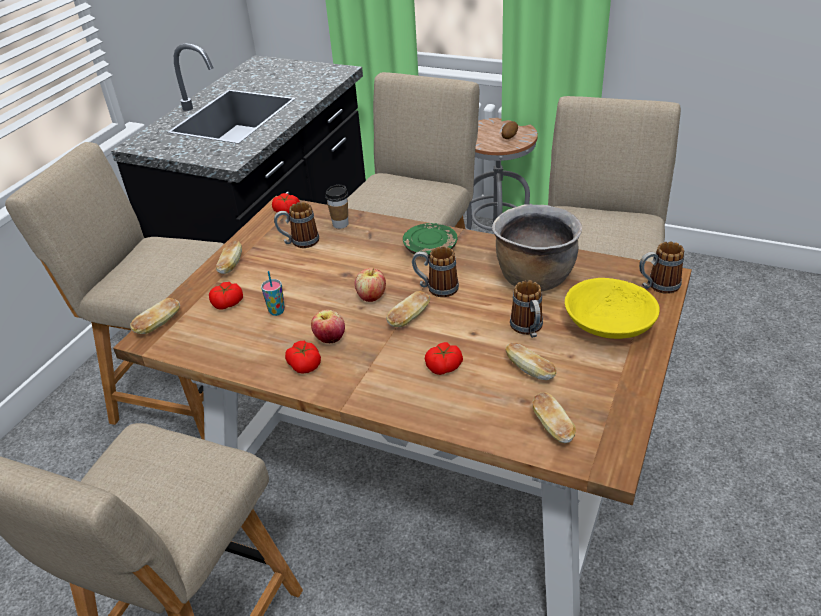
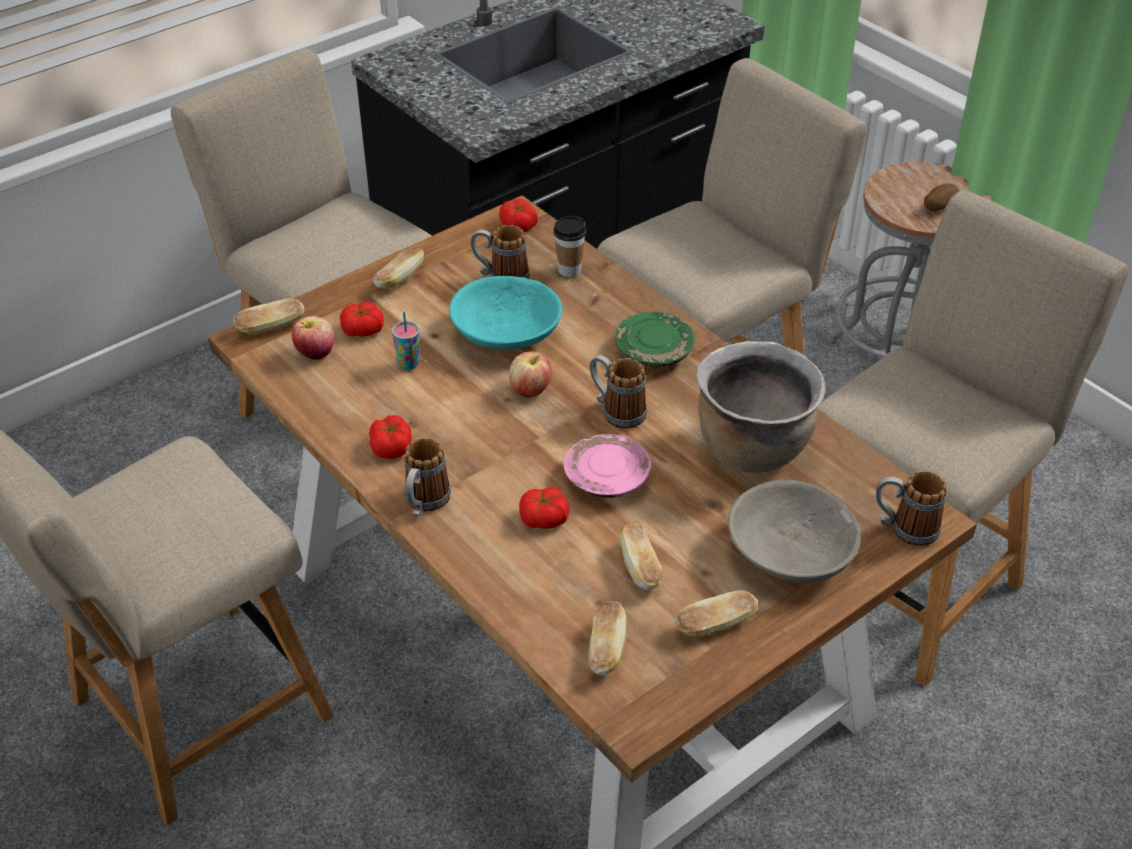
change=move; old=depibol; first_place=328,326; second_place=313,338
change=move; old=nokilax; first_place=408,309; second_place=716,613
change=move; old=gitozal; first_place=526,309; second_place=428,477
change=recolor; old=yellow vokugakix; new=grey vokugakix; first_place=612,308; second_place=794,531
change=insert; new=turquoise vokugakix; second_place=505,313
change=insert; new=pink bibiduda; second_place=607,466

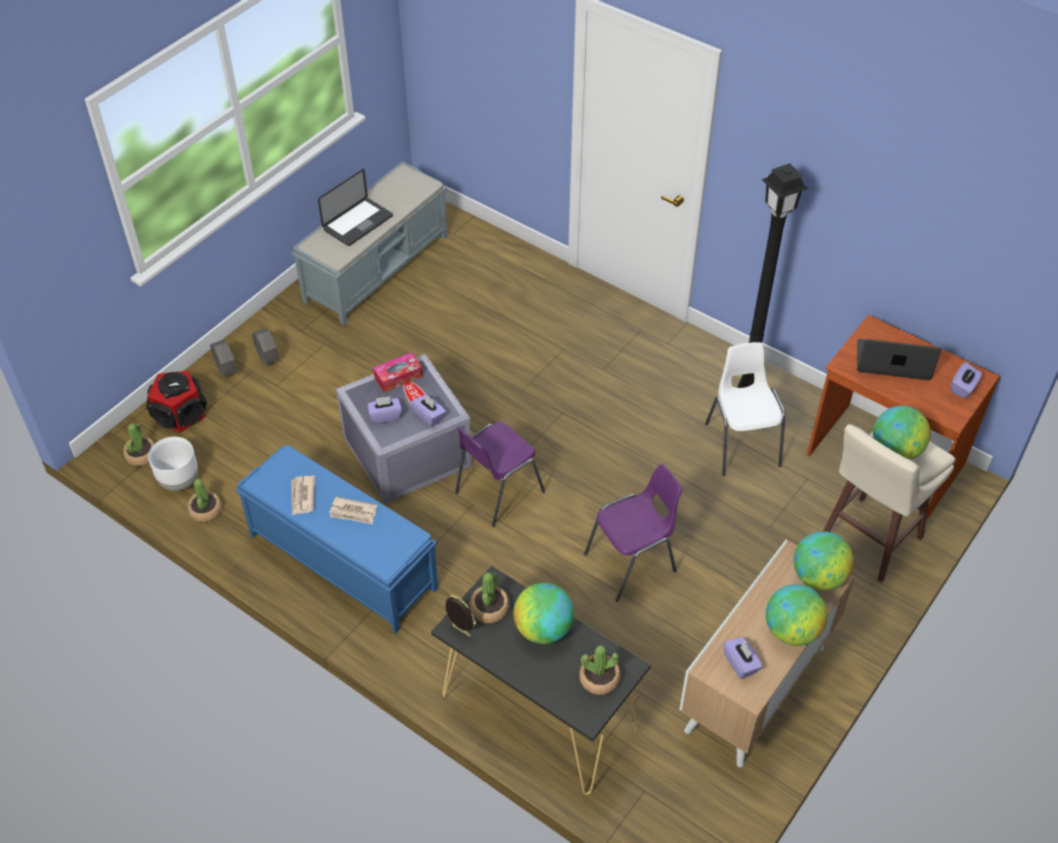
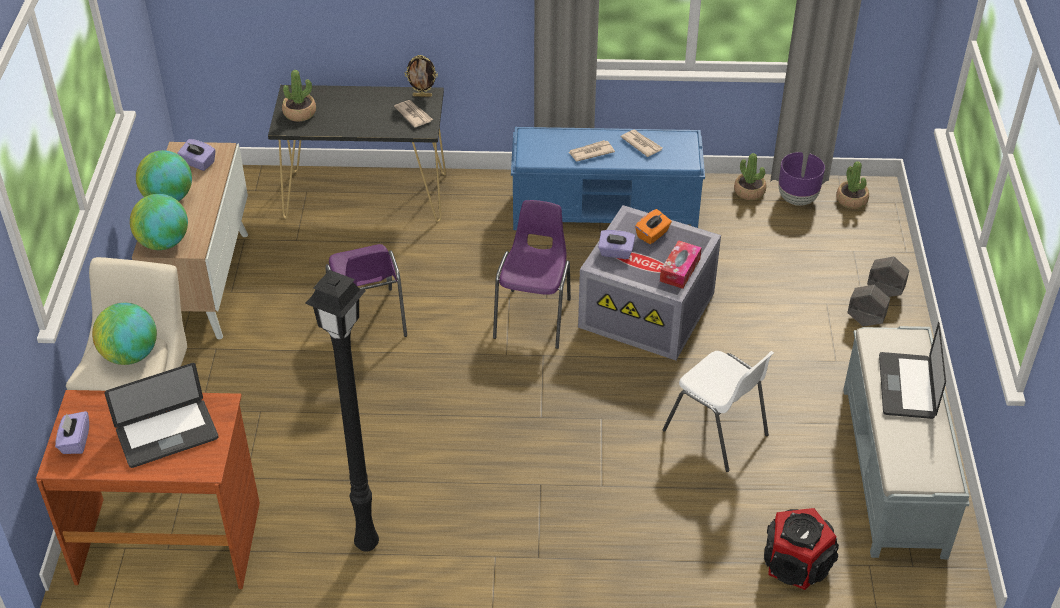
change=move; old=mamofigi; first_place=176,401; second_place=801,549
change=recolor; old=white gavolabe; new=purple gavolabe; first_place=173,464; second_place=801,179
change=recolor; old=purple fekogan; new=orange fekogan; first_place=384,410; second_place=653,226
change=replace; old=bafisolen; new=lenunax; first_place=489,597; second_place=413,113
change=delete; old=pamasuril; first_place=543,613
change=rotate; old=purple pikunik; first_place=633,533; second_place=366,290; degrees=-45
change=move; old=white pikunik; first_place=745,409; second_place=718,411

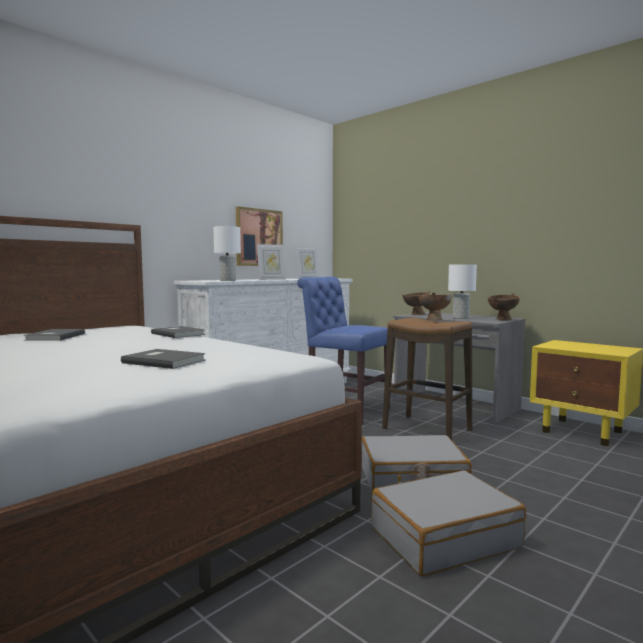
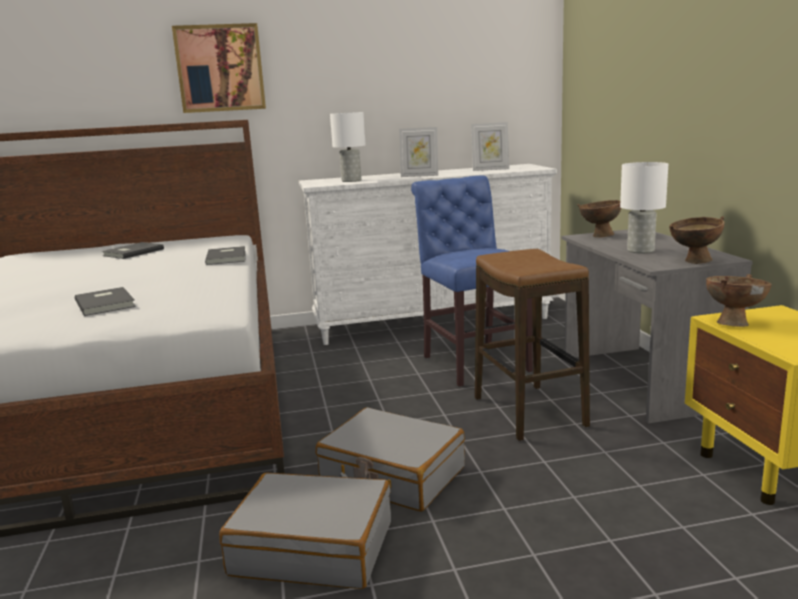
change=move; old=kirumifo; first_place=259,236; second_place=219,68
change=move; old=brown vokugakix; first_place=435,306; second_place=739,300

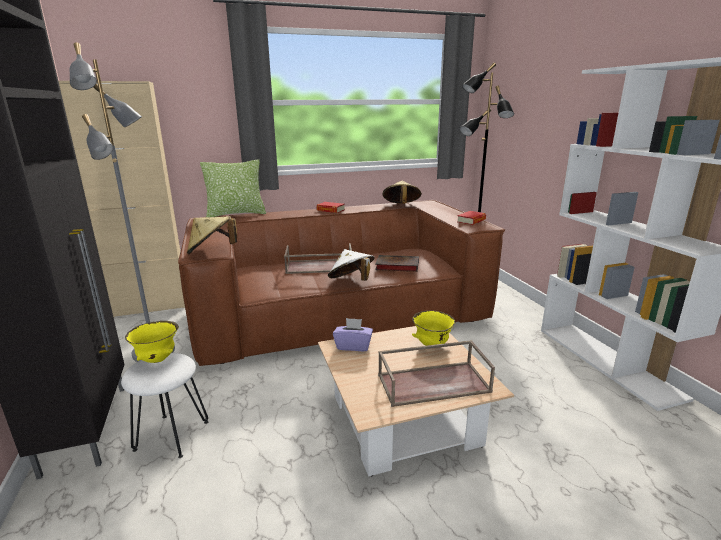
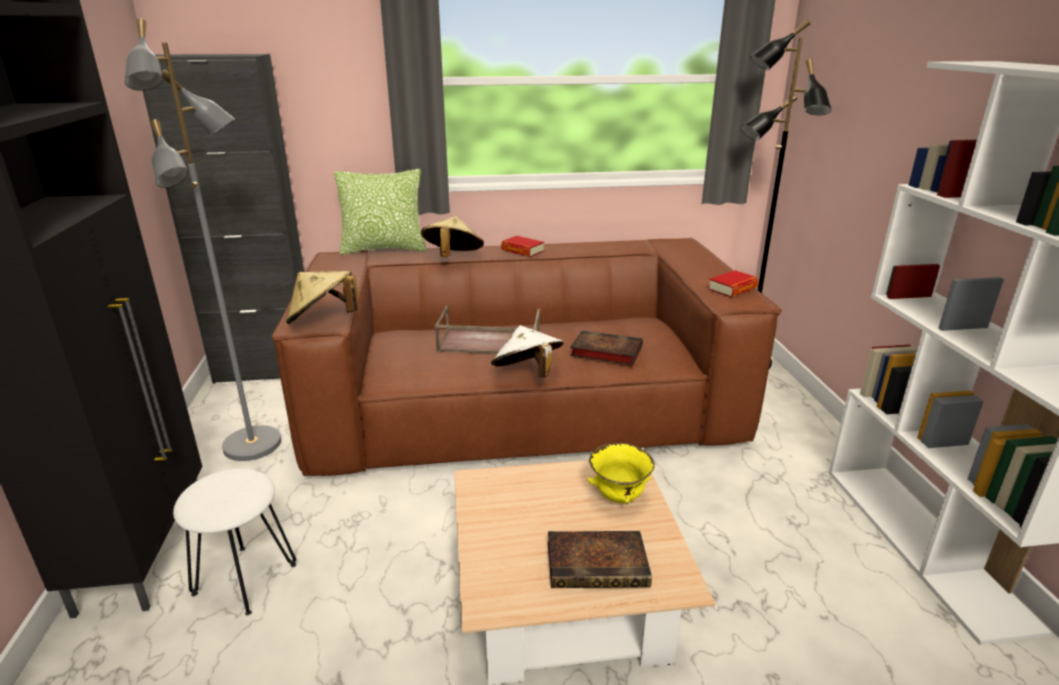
change=recolor; old=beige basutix; new=black basutix; first_place=121,199; second_place=223,219
change=delete; old=yellow vokugakix; first_place=152,342
change=delete; old=purple fekogan; first_place=353,334
change=replace; old=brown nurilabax; new=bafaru; first_place=436,373; second_place=600,559
change=move; old=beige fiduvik; first_place=402,192; second_place=452,236

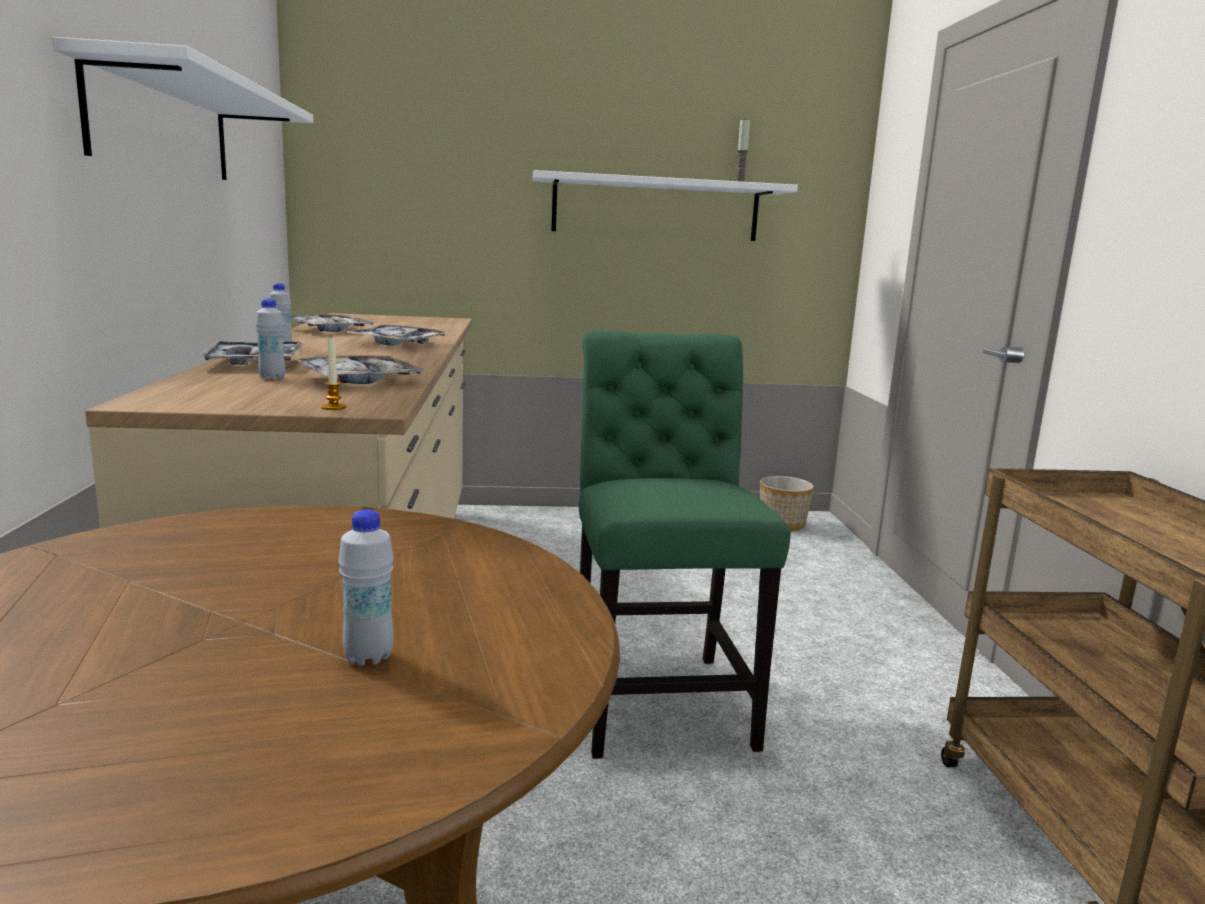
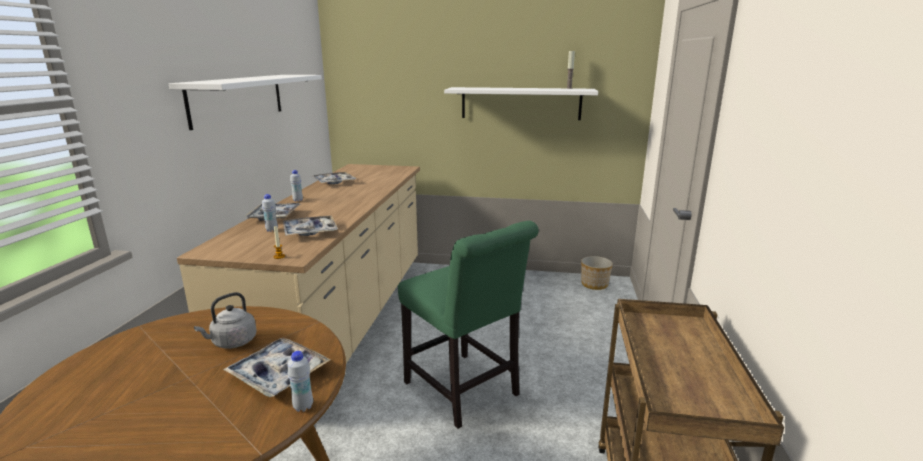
change=move; old=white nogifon; first_place=366,588; second_place=300,381
change=move; old=nurilabax; first_place=396,335; second_place=277,367
change=rotate; old=green pikunik; first_place=685,544; second_place=468,325; degrees=135
change=insert; new=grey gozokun; second_place=225,320

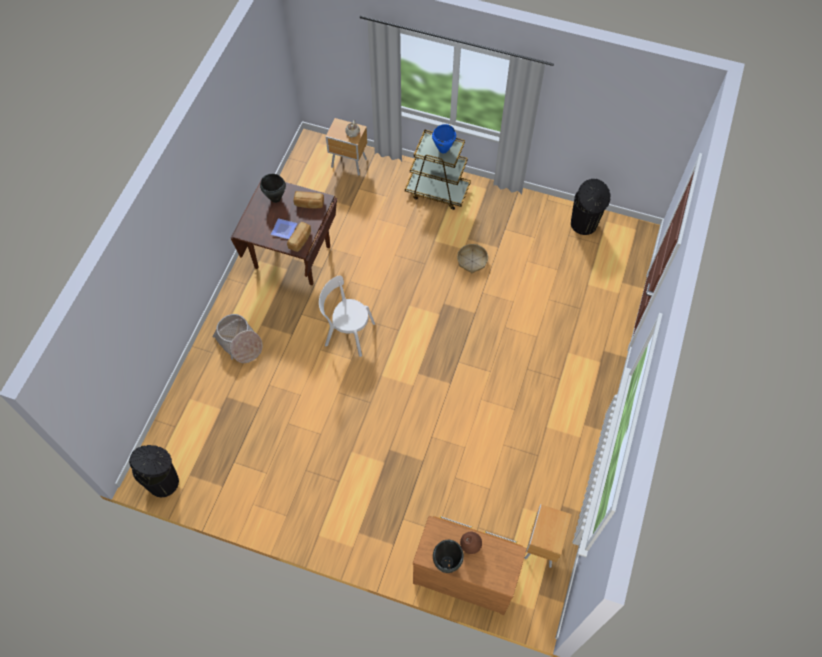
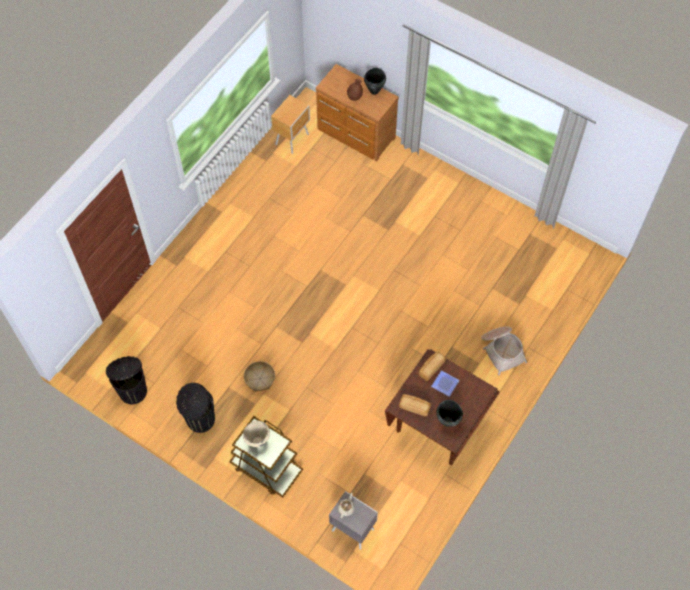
change=move; old=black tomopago; first_place=154,471; second_place=195,408
change=delete; old=white pikunik; first_place=347,316
change=recolor; old=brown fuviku; new=grey fuviku; first_place=346,146; second_place=353,520
change=recolor; old=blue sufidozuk; new=beige sufidozuk; first_place=444,138; second_place=256,434

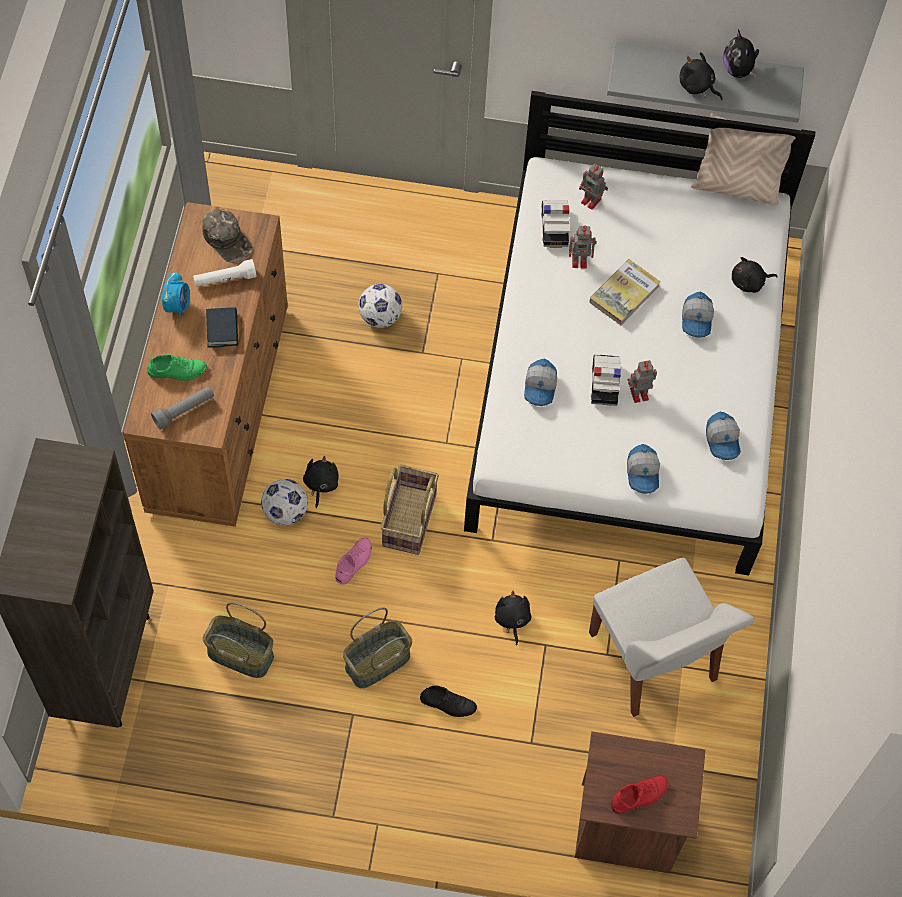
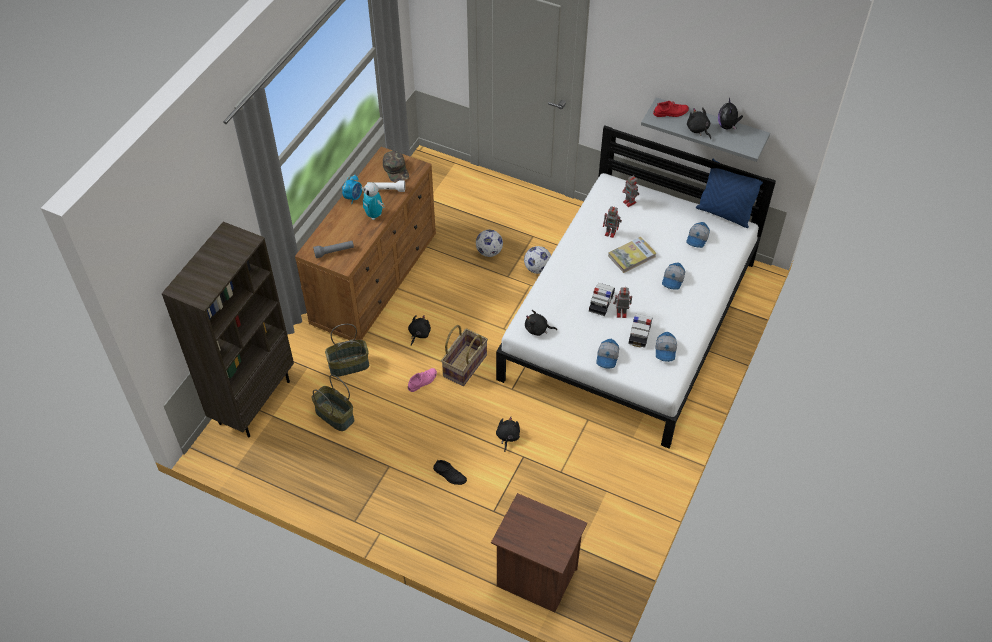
change=delete; old=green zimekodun; first_place=177,367
change=replace; old=bafaru; new=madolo; first_place=222,327; second_place=372,201
change=move; old=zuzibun; first_place=284,502; second_place=537,260
change=move; old=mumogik; first_place=377,648; second_place=347,350
change=move; old=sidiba; first_place=540,382; second_place=698,235
change=move; old=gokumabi; first_place=555,224; second_place=640,331
change=delete; old=white pikunik; first_place=672,637
change=move; old=red zimekodun; first_place=639,794; second_place=671,109
change=recolor; old=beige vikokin; new=blue vikokin; first_place=743,159; second_place=729,193
change=move; old=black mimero; first_place=755,275; second_place=541,323

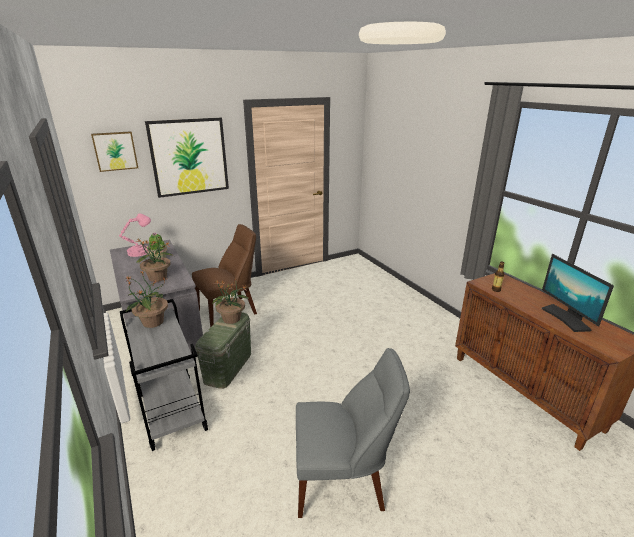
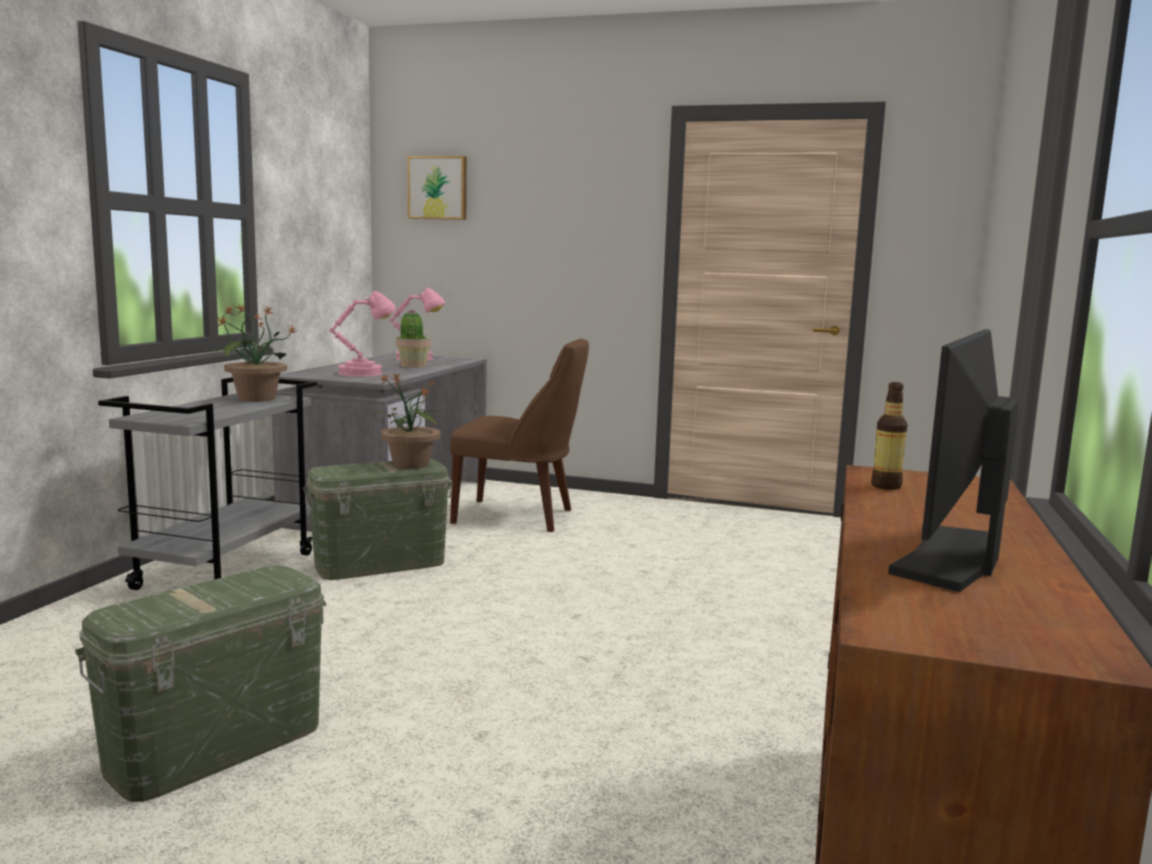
change=replace; old=bafisolen; new=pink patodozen; first_place=154,259; second_place=362,333
change=delete; old=kirumifo; first_place=187,158
change=replace; old=grey pikunik; new=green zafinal; first_place=353,433; second_place=200,683

